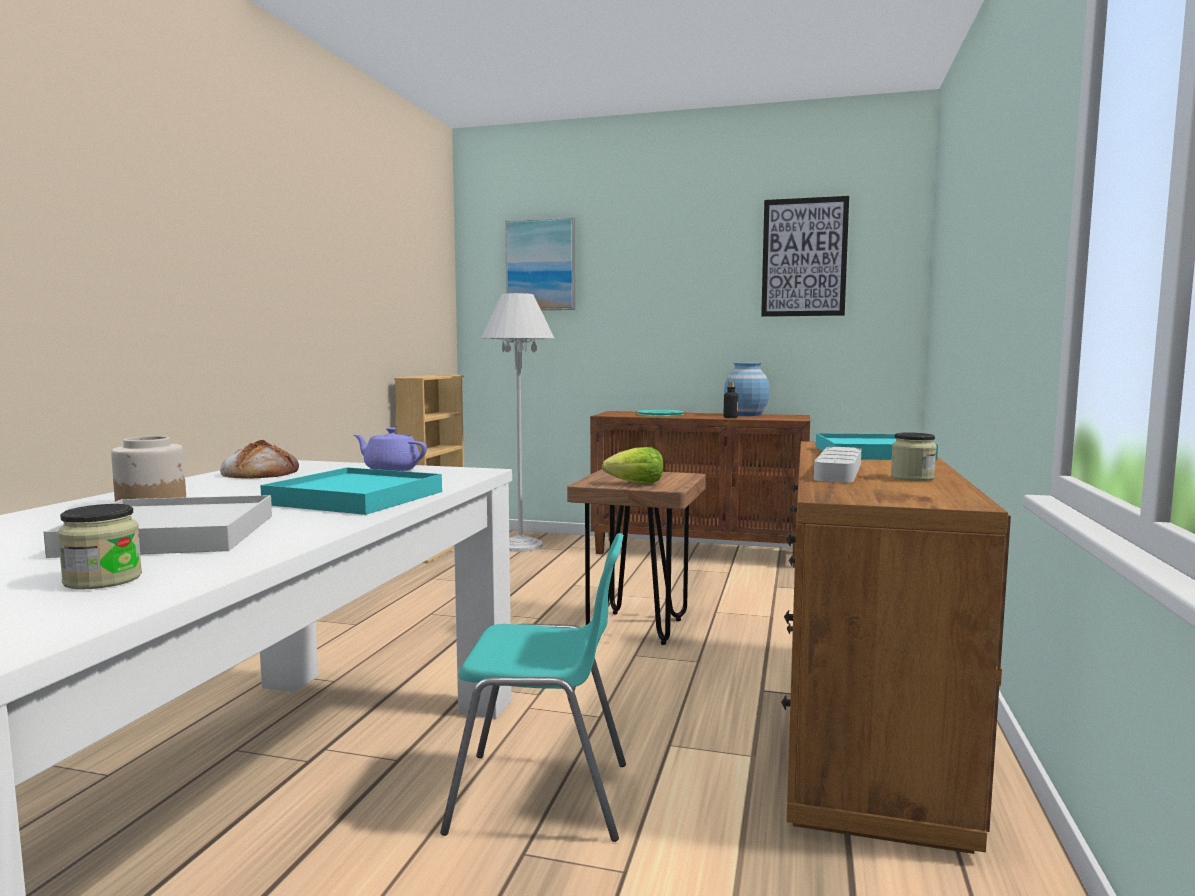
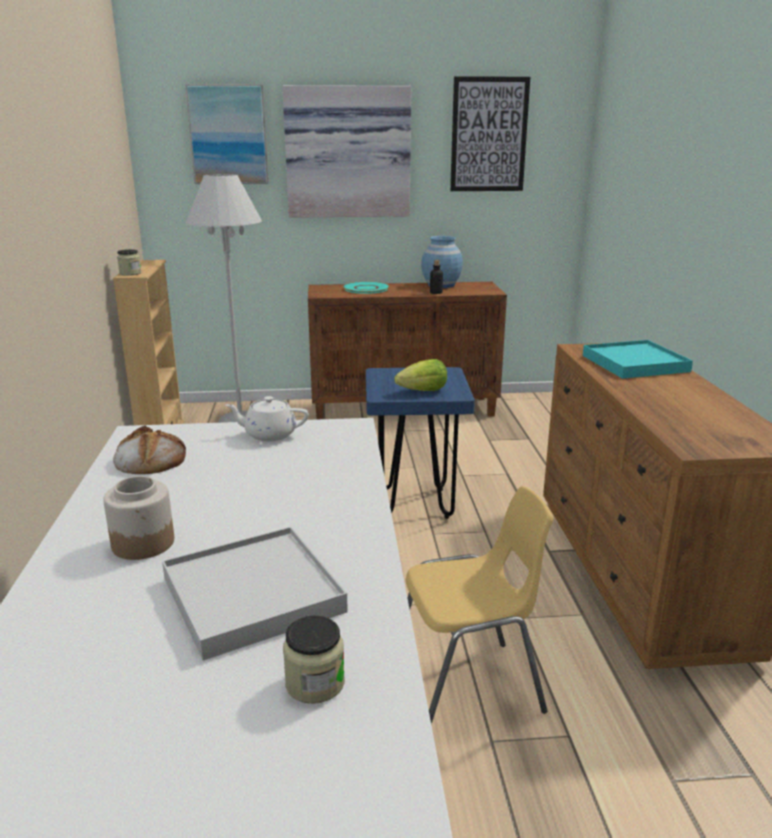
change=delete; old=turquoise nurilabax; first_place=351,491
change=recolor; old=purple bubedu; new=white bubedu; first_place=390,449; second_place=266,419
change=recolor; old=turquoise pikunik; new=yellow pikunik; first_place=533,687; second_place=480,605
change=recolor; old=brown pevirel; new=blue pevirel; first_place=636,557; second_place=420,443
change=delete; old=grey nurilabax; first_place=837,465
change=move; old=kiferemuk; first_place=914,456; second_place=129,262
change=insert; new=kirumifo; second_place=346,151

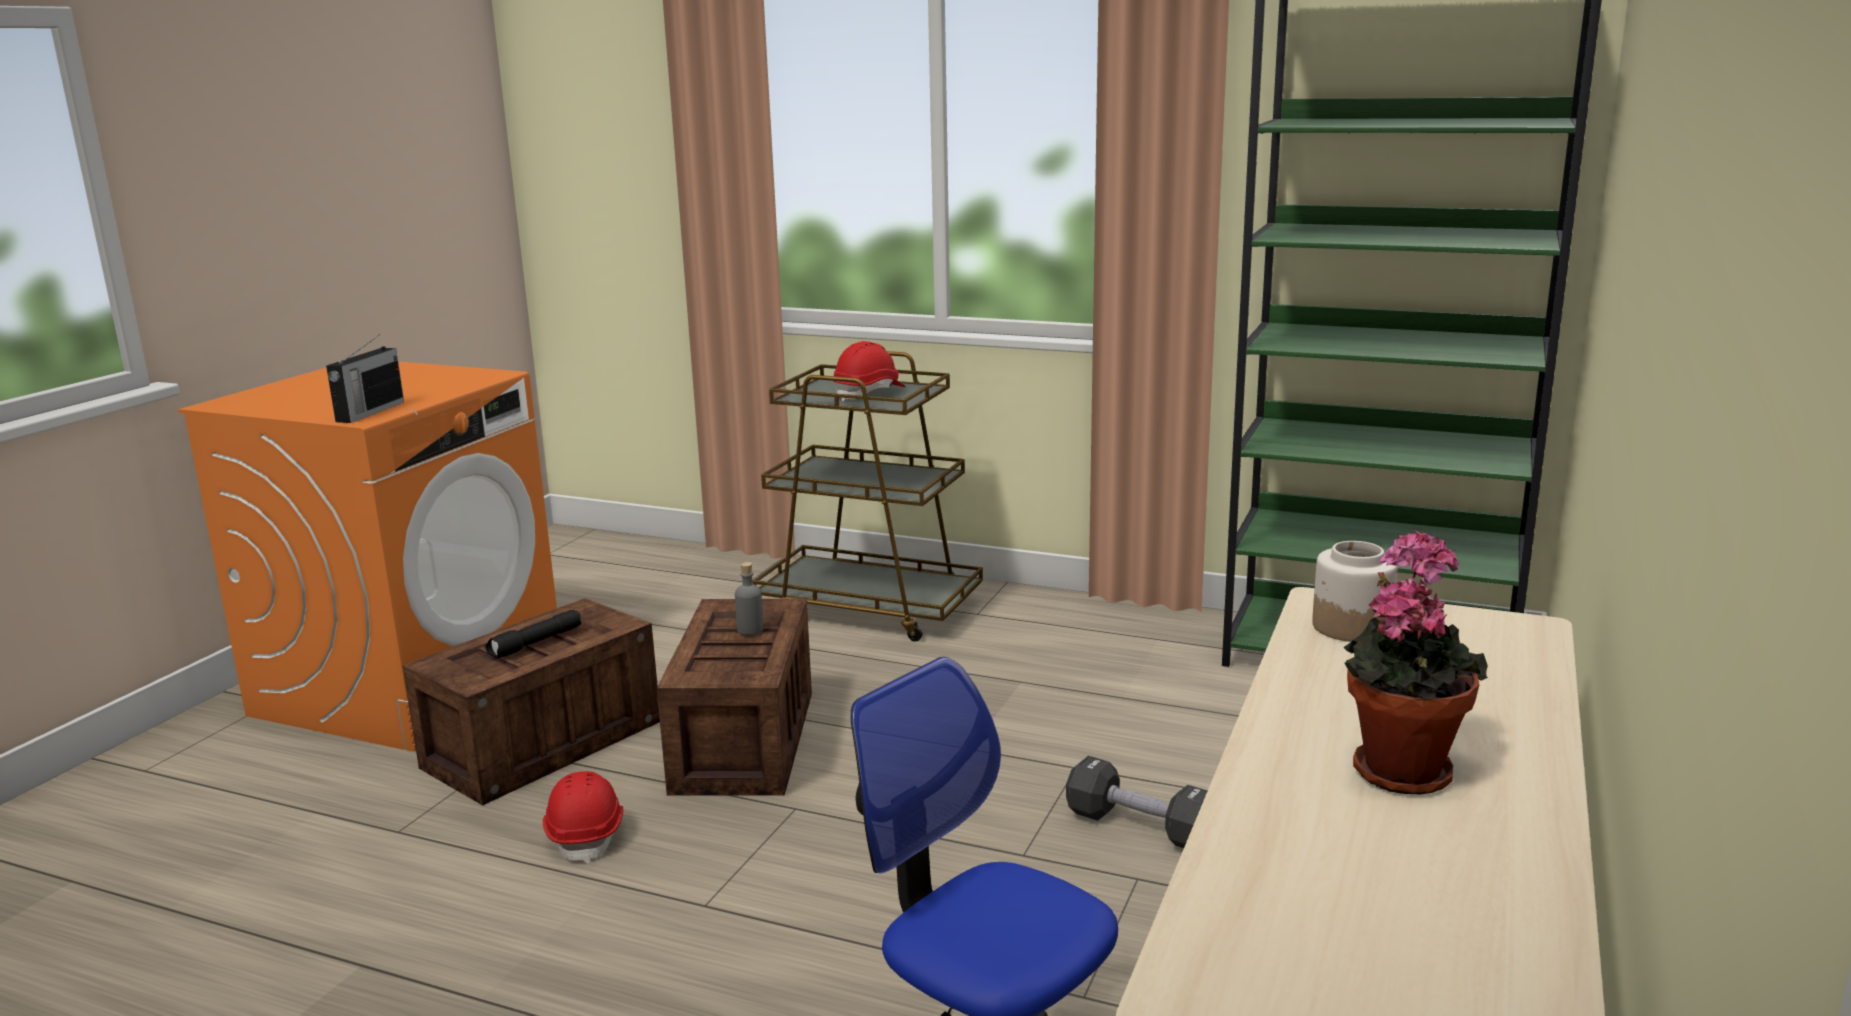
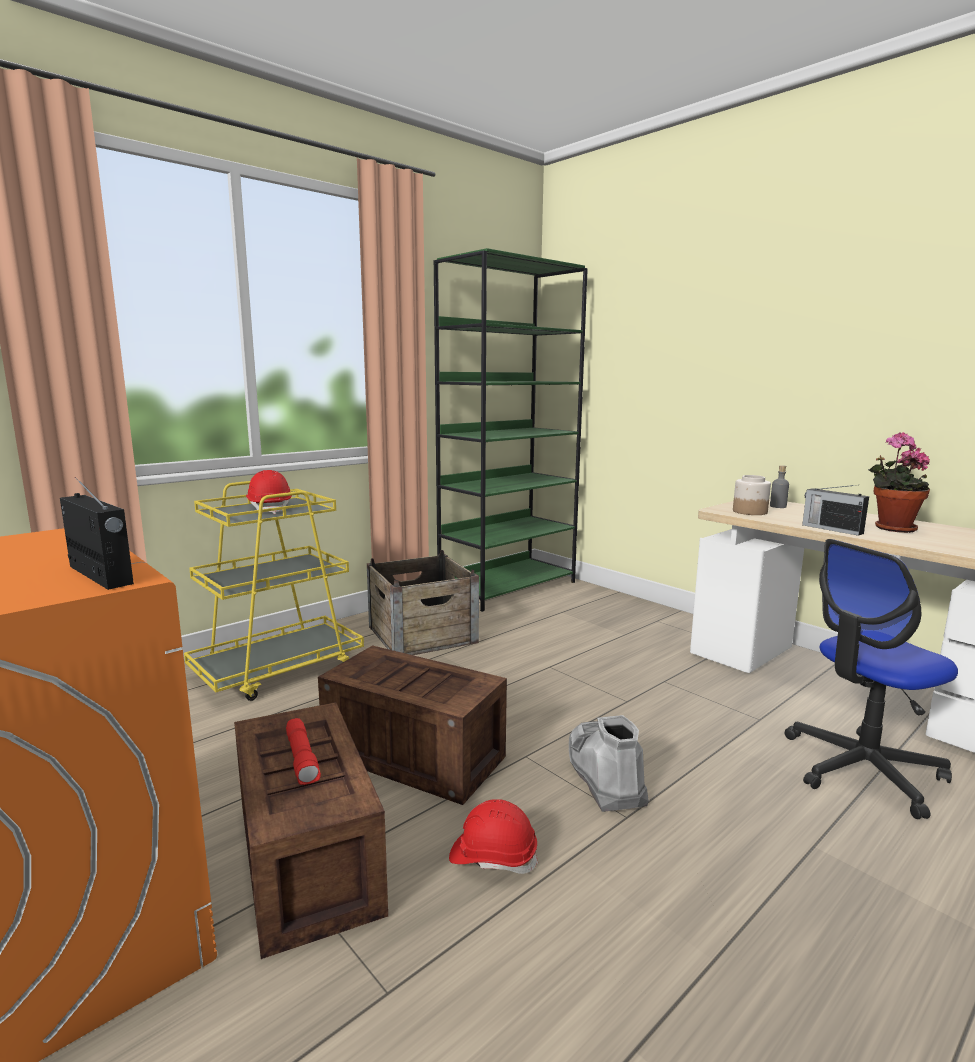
change=recolor; old=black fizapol; new=red fizapol; first_place=533,634; second_place=303,751
change=move; old=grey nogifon; first_place=749,598; second_place=779,486
change=recolor; old=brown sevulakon; new=yellow sevulakon; first_place=867,496; second_place=274,591
change=delete; old=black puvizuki; first_place=1137,802
change=insert; new=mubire; second_place=423,602
change=insert; new=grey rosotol; second_place=609,763
change=insert; new=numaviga; second_place=835,510

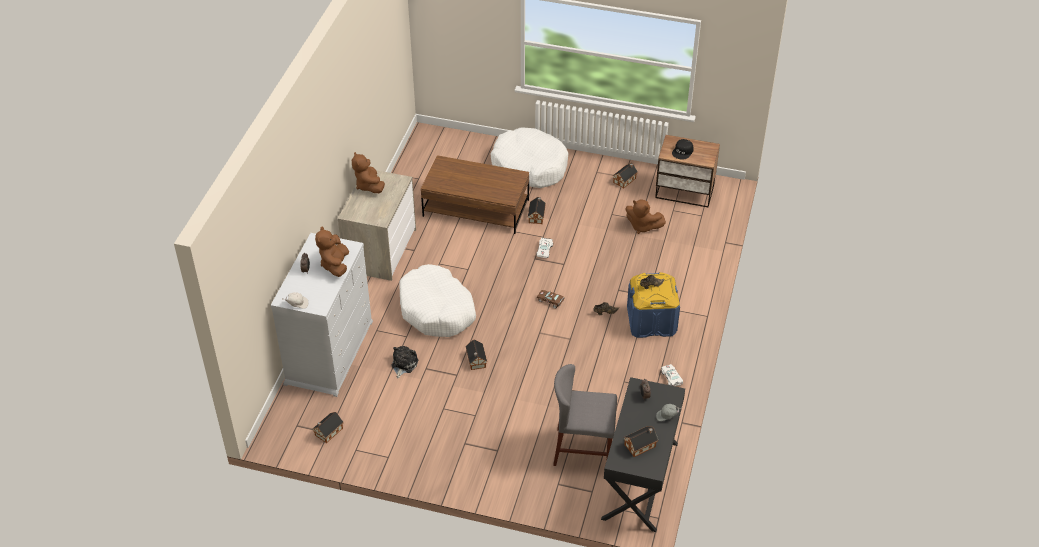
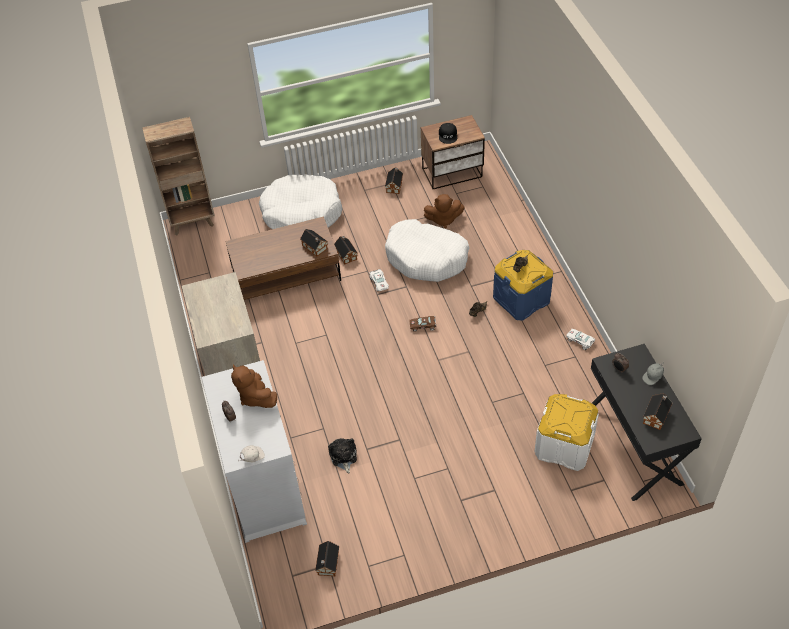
change=delete; old=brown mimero; first_place=368,172
change=move; old=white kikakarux; first_place=437,300; second_place=427,250
change=move; old=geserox; first_place=476,354; second_place=314,242
change=replace; old=grey pikunik; new=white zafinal; first_place=585,415; second_place=566,432
change=insert; new=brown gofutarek; second_place=178,176

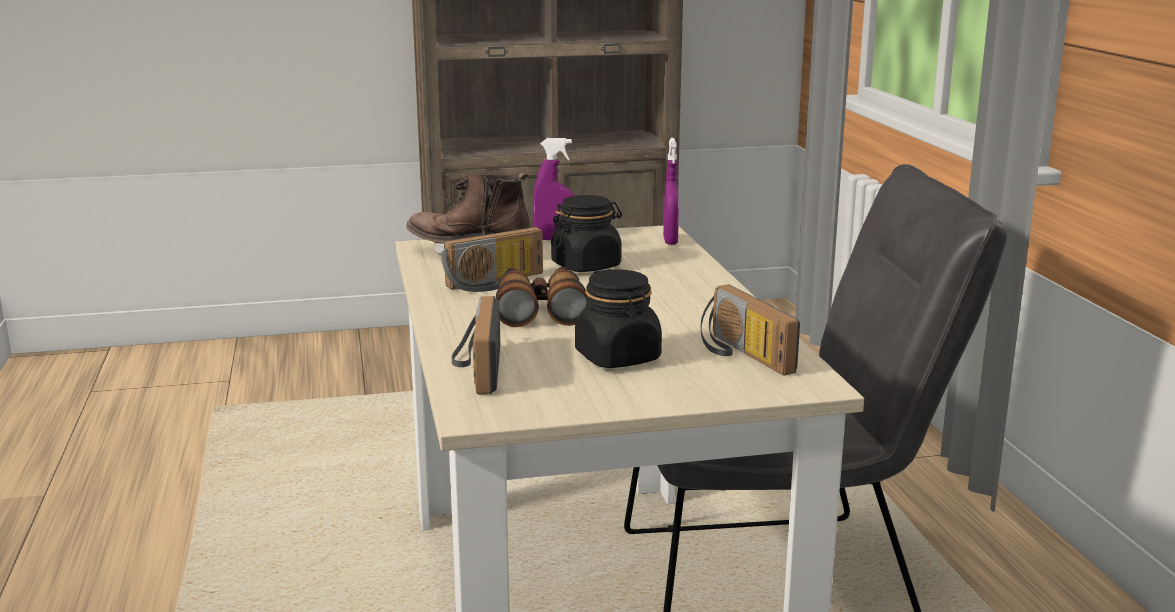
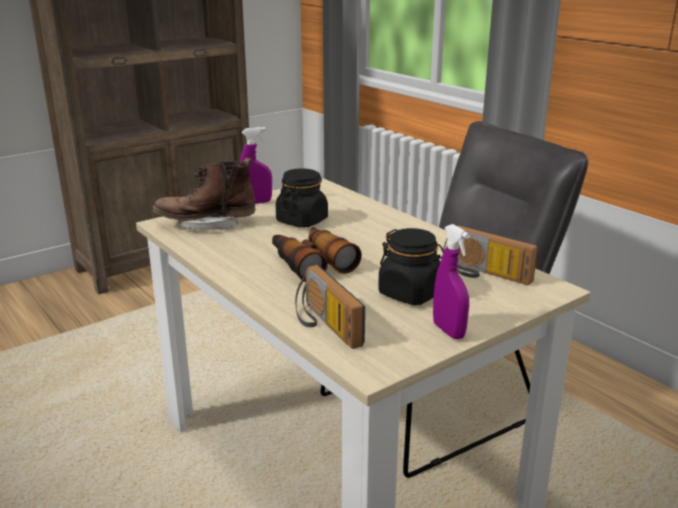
change=delete; old=numaviga; first_place=492,259
change=move; old=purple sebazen; first_place=671,191; second_place=451,281

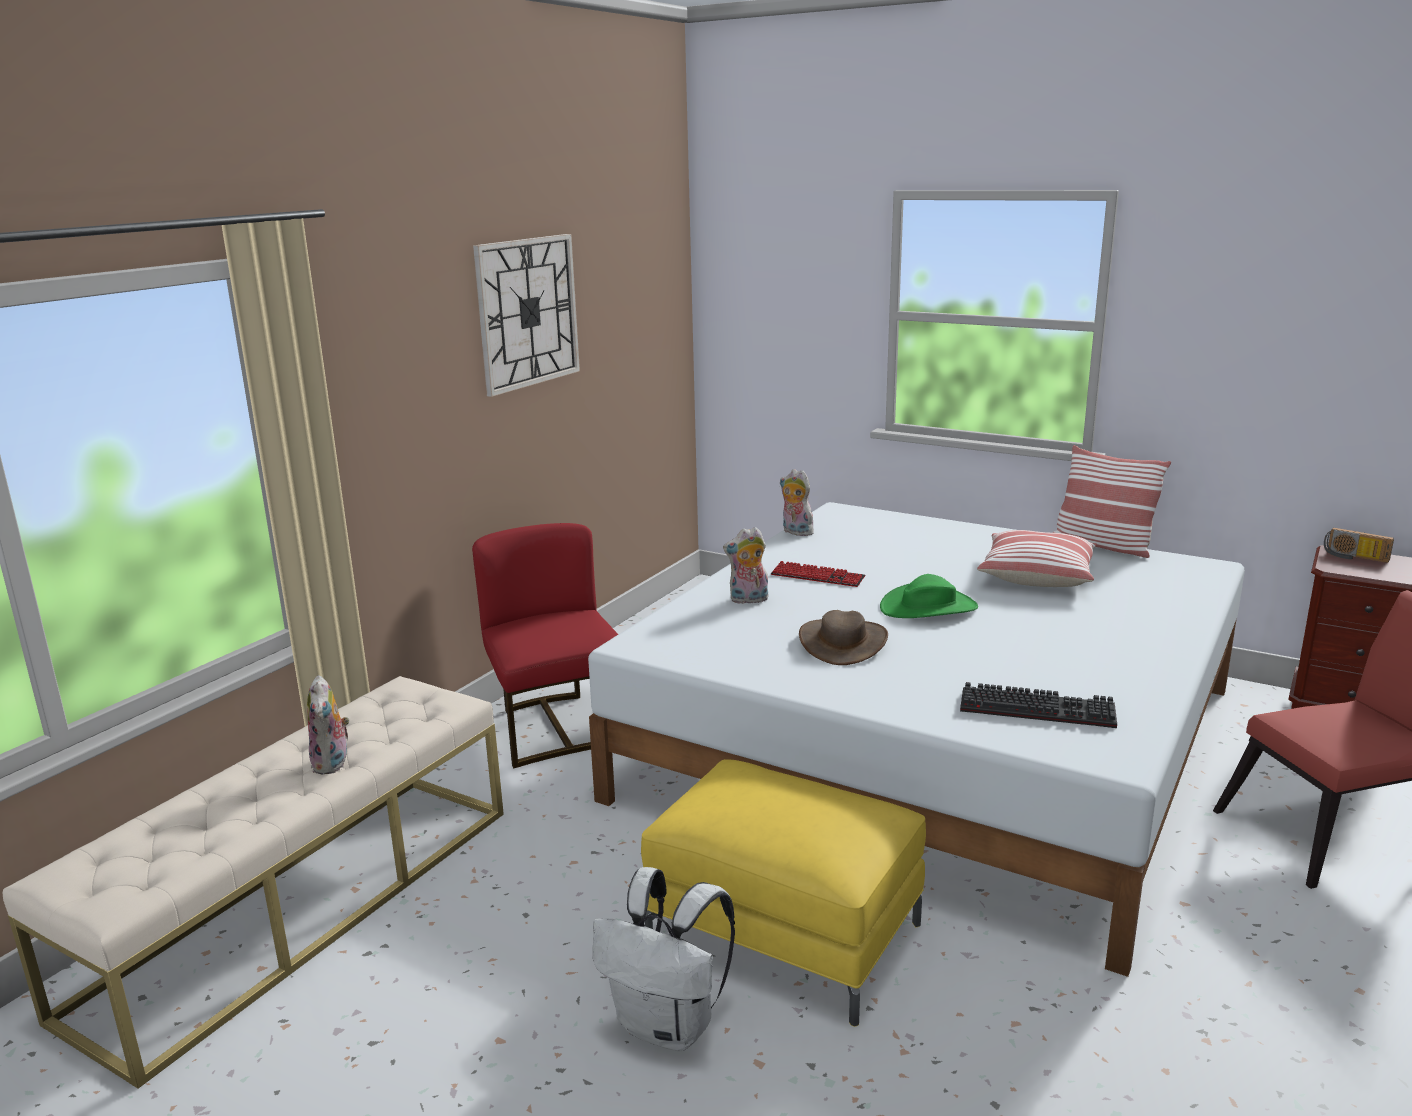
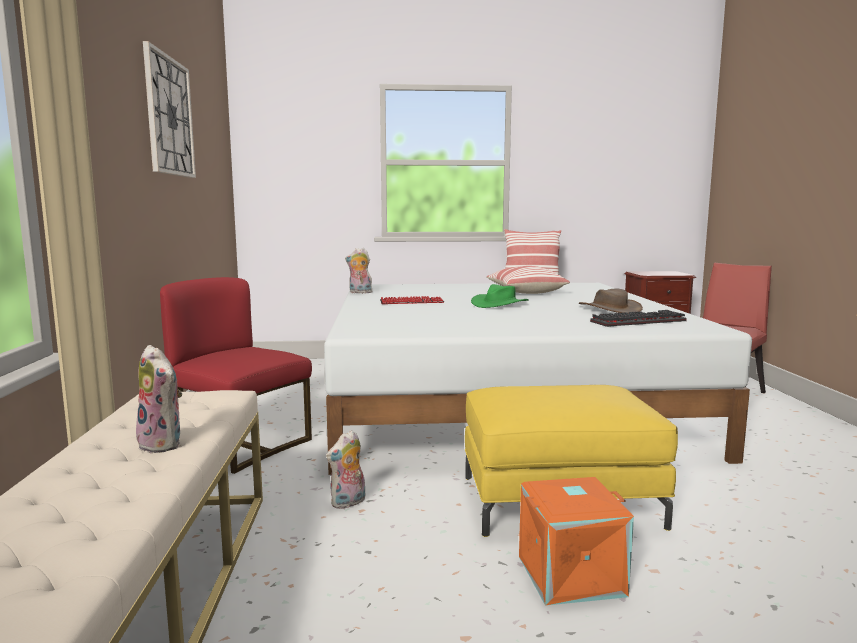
change=replace; old=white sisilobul; new=orange zafinal; first_place=664,959; second_place=576,541
change=move; old=mimero; first_place=745,565; second_place=346,469
change=move; old=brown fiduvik; first_place=843,637; second_place=611,301
change=delete; old=numaviga; first_place=1359,545

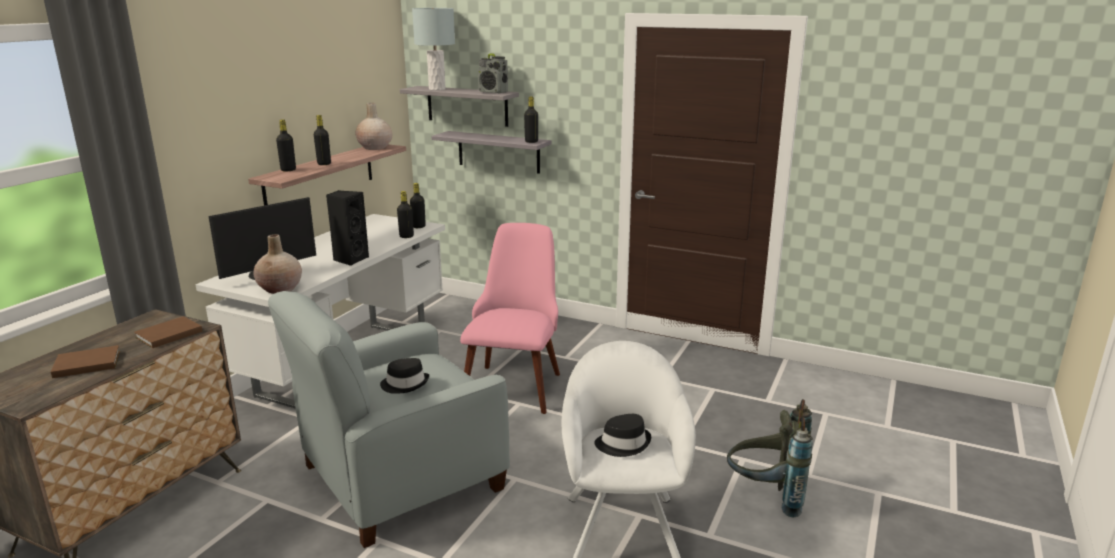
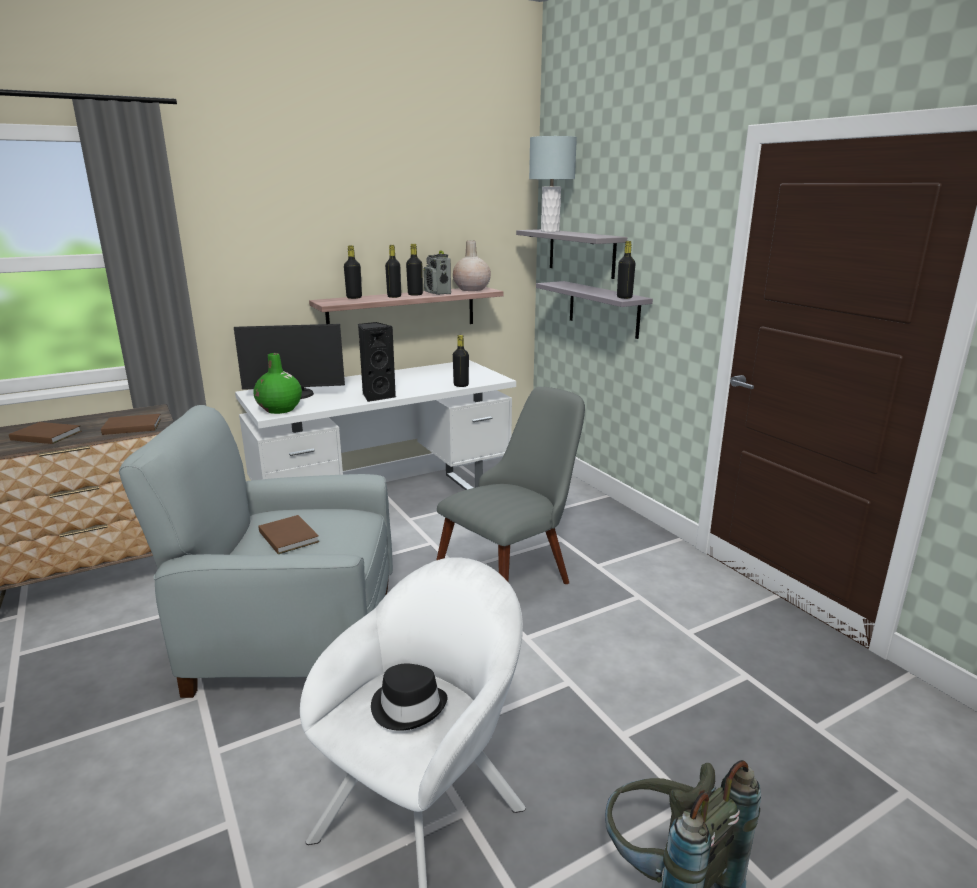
change=recolor; old=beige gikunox; new=green gikunox; first_place=277,264; second_place=277,383
change=replace; old=black fiduvik; new=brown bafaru; first_place=404,376; second_place=289,534
change=move; old=black nogifon; first_place=418,205; second_place=414,270
change=recolor; old=pink pikunik; new=grey pikunik; first_place=510,318; second_place=510,485
change=move; old=numaviga; first_place=493,73; second_place=437,272

